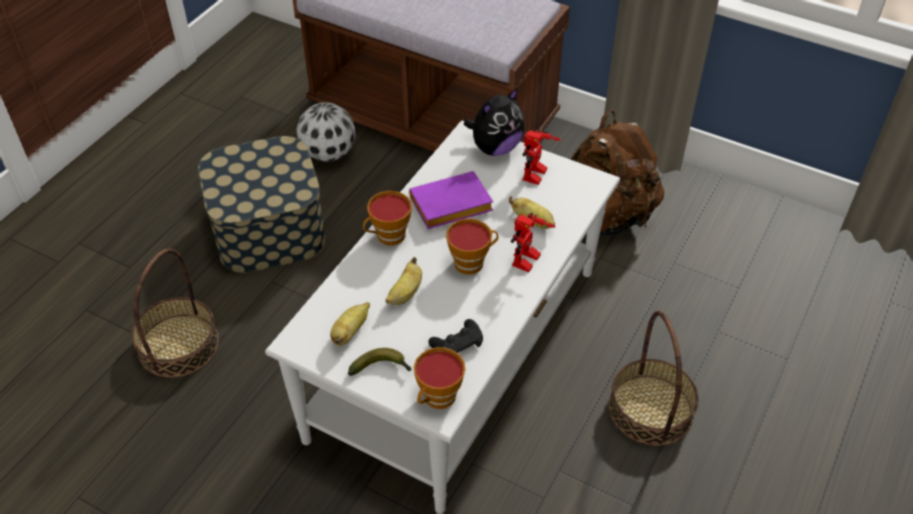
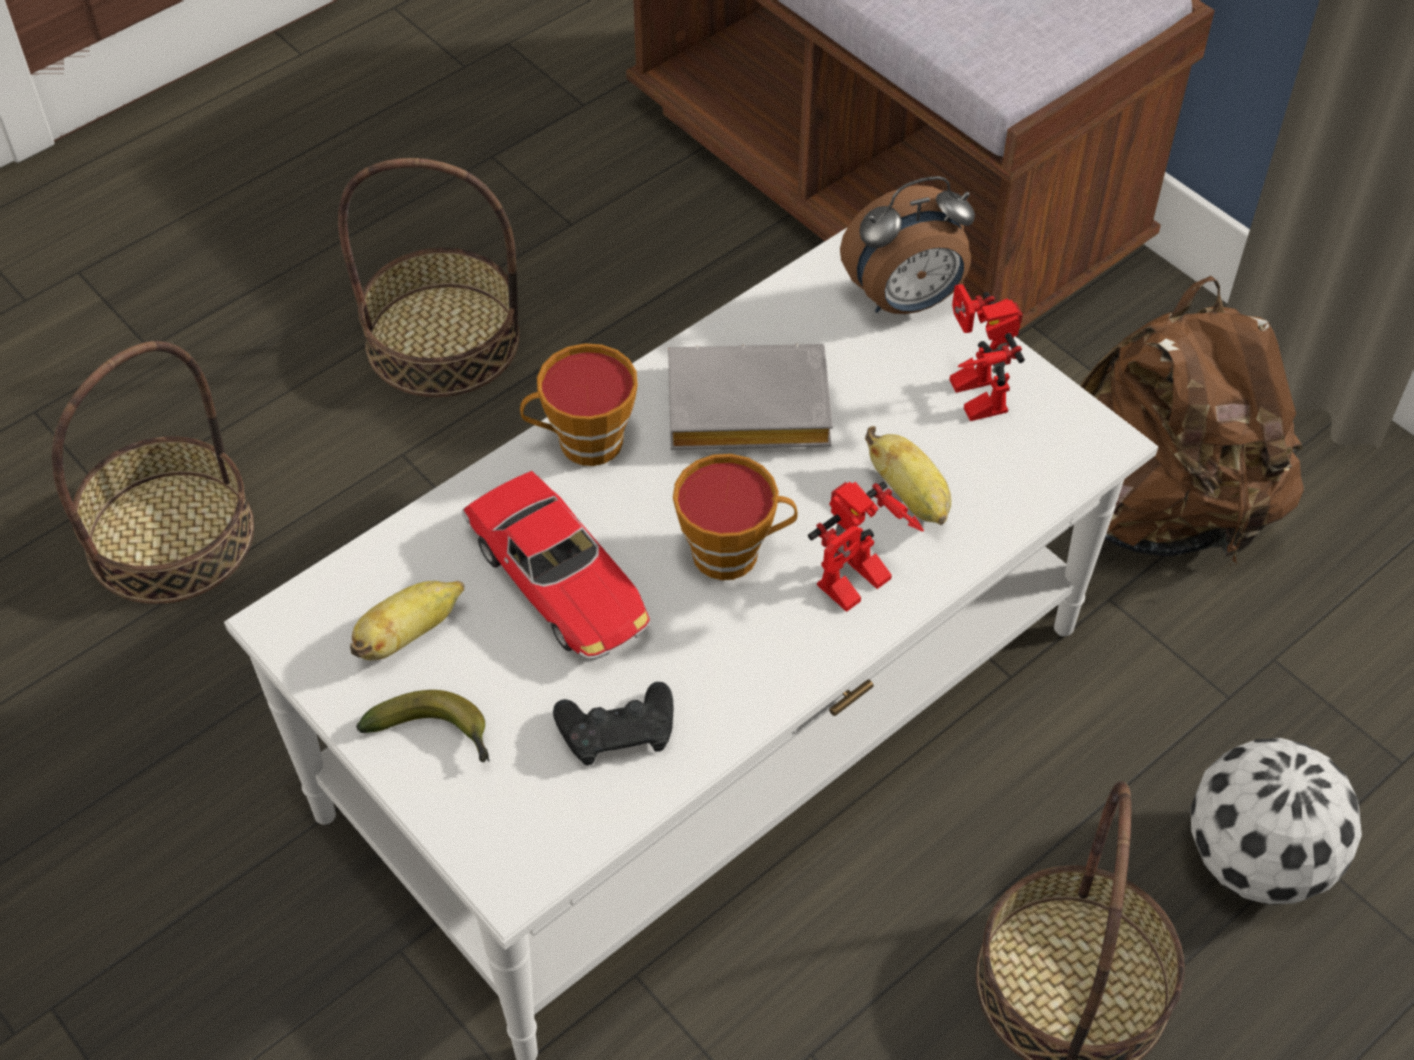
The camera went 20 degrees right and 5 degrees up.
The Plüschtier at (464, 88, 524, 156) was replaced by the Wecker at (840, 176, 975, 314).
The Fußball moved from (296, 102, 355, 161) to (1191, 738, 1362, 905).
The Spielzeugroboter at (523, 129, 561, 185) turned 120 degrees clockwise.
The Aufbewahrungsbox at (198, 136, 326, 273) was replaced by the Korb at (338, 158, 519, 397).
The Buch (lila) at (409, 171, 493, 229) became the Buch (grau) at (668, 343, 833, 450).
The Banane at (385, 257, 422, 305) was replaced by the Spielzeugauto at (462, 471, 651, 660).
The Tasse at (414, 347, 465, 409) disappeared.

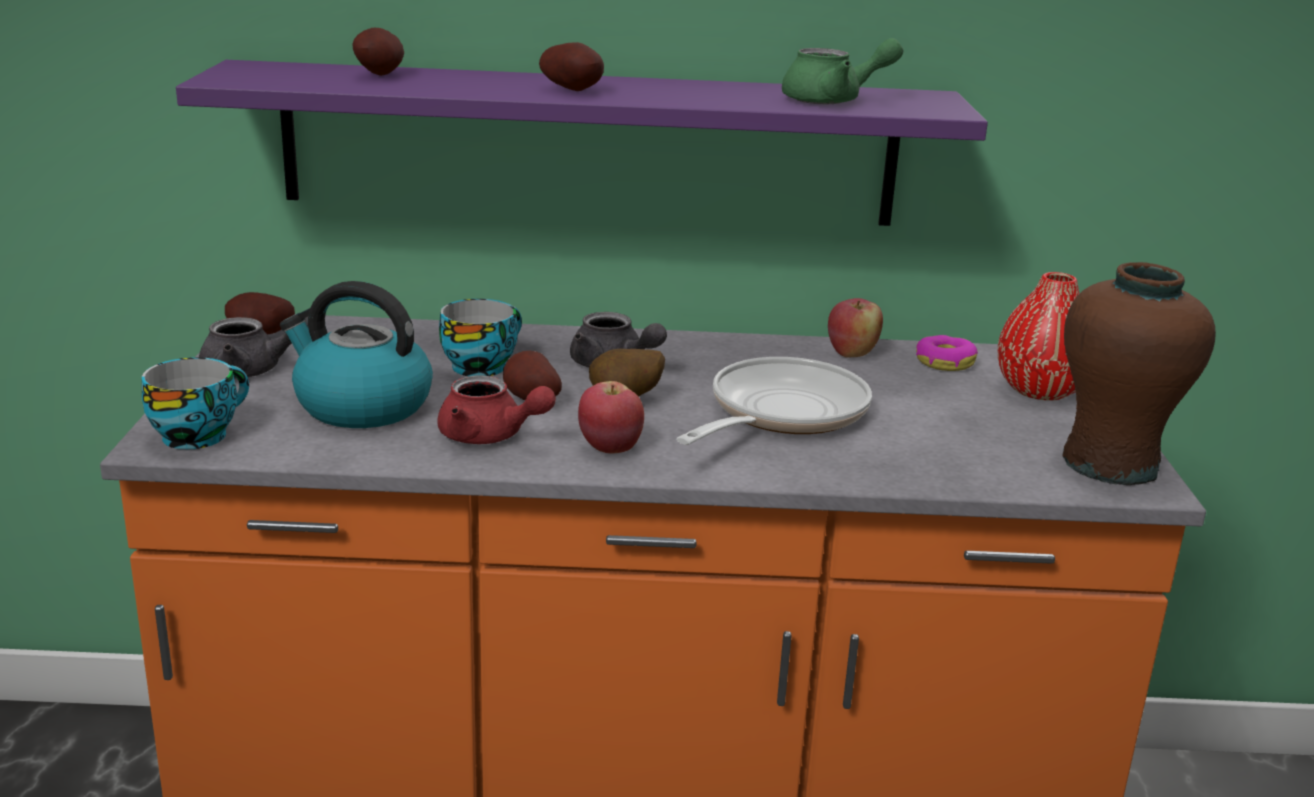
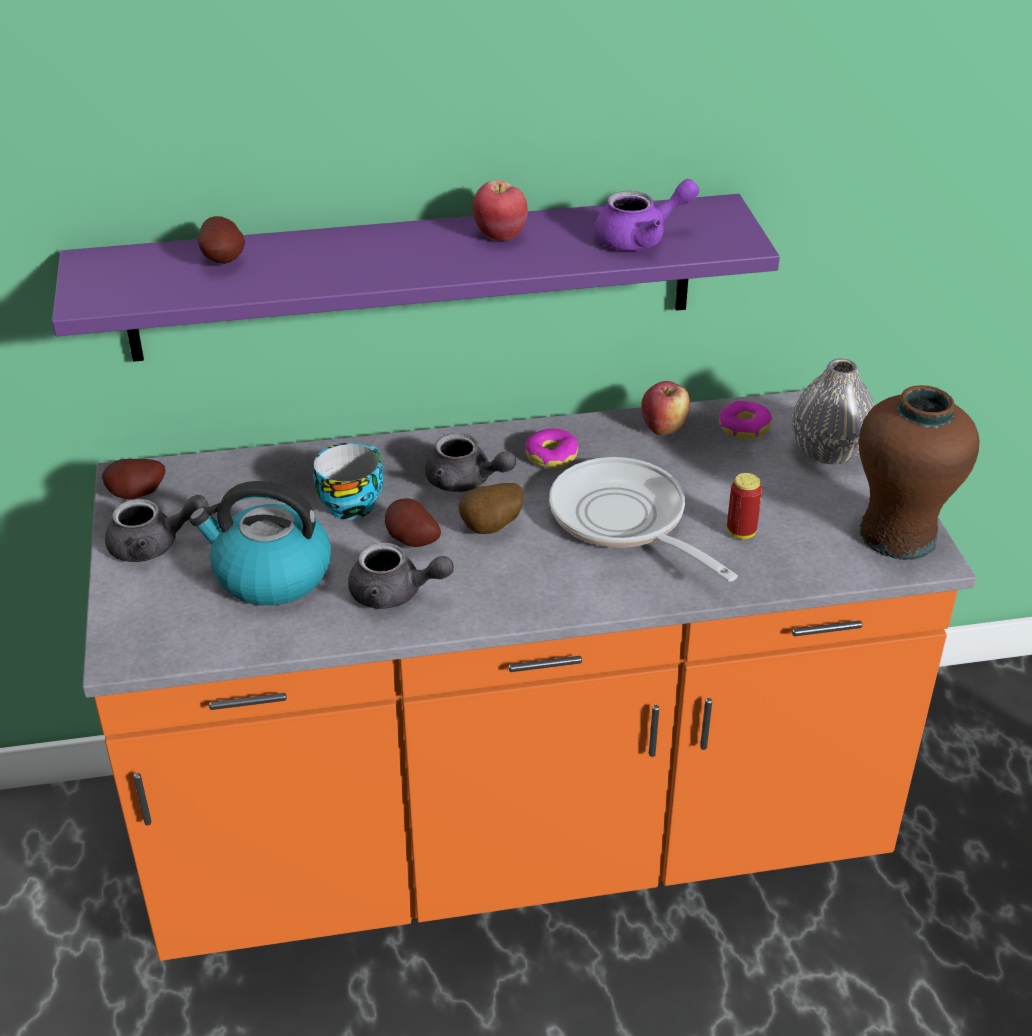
The camera went 10 degrees left and 15 degrees up.
The Teekanne (grün) at (782, 38, 903, 104) became the Teekanne (lila) at (594, 179, 699, 251).
The Kartoffel at (539, 42, 604, 91) disappeared.
The Vase (rot) at (998, 272, 1080, 401) became the Vase (grau) at (792, 358, 874, 464).
The Tasse at (142, 357, 249, 449) disappeared.
The Pfanne at (676, 357, 872, 445) turned 60 degrees counterclockwise.
The Teekanne (rot) at (437, 376, 556, 444) became the Teekanne (grau) at (348, 542, 454, 609).
The Apfel moved from (578, 381, 644, 454) to (473, 180, 528, 241).
The Donut at (525, 429, 578, 468) appeared.
The Dose at (727, 473, 762, 539) appeared.

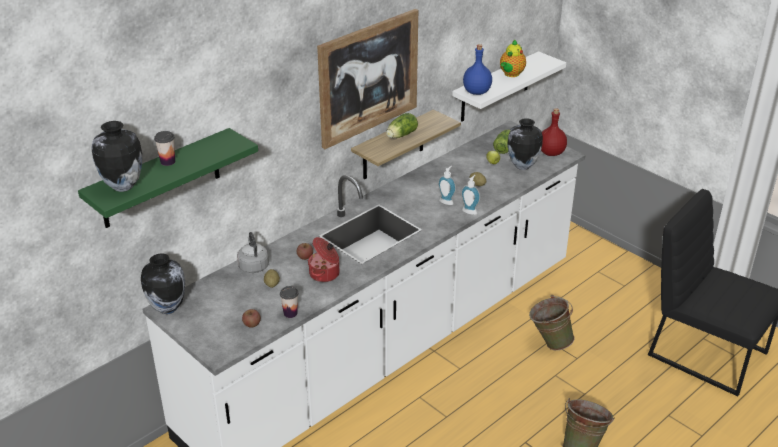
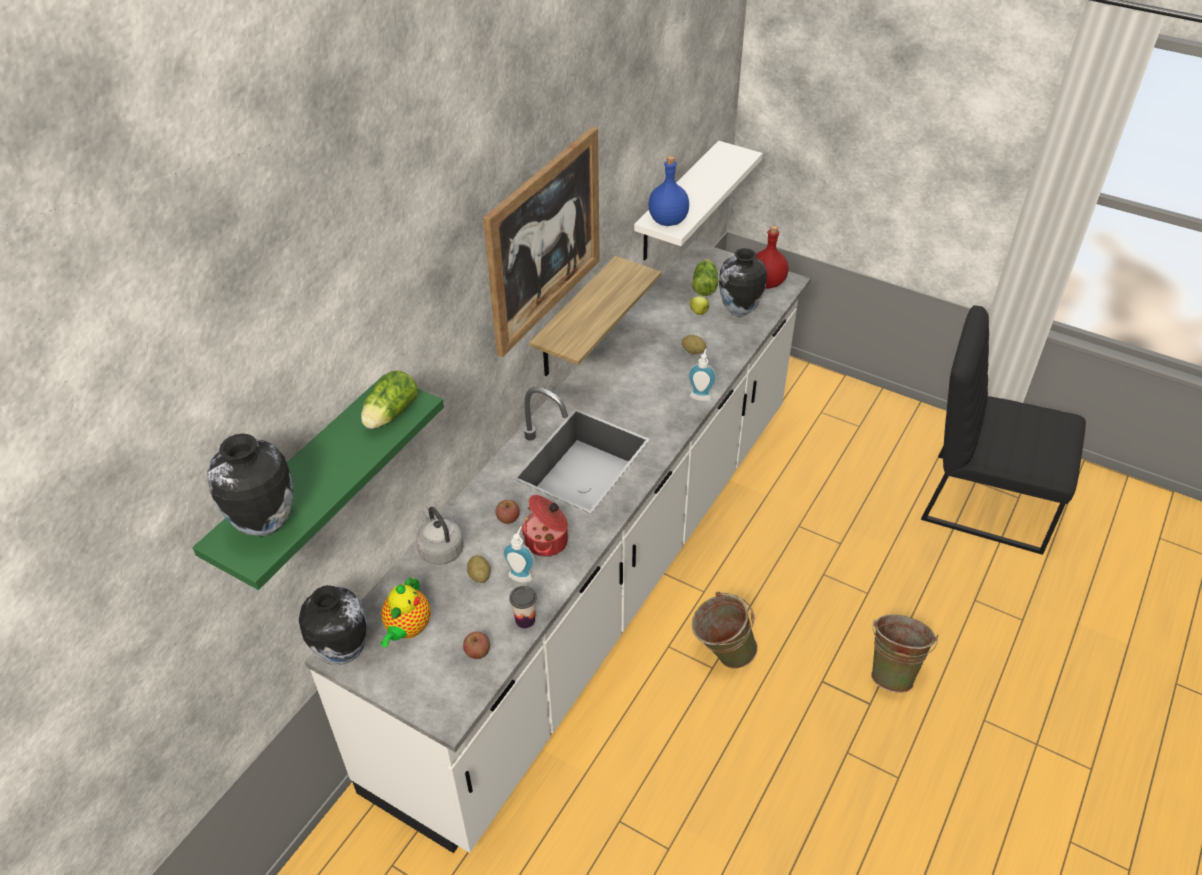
The camera went 15 degrees left and 10 degrees up.
The Teekanne moved from (500, 39, 526, 77) to (381, 576, 431, 647).
The Salatkopf moved from (386, 113, 418, 138) to (361, 371, 418, 429).
The Tasse at (154, 131, 175, 166) disappeared.
The Seifenspender moved from (438, 166, 456, 205) to (502, 526, 535, 583).
The Eimer (grün) moved from (529, 295, 574, 350) to (692, 592, 758, 669).

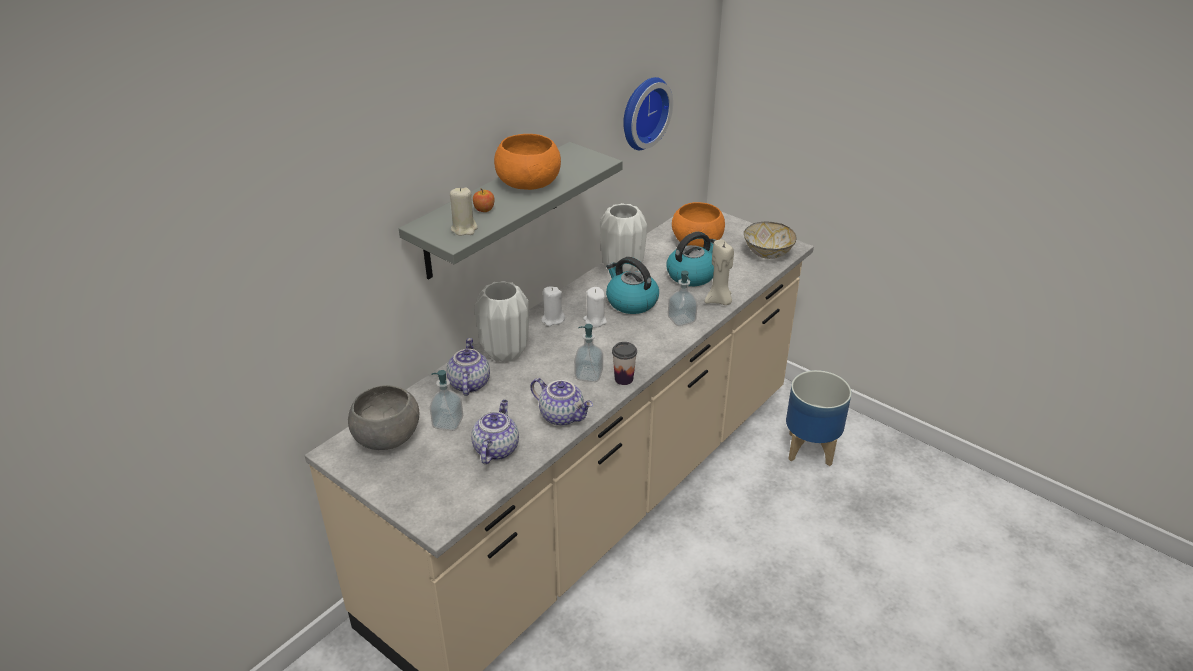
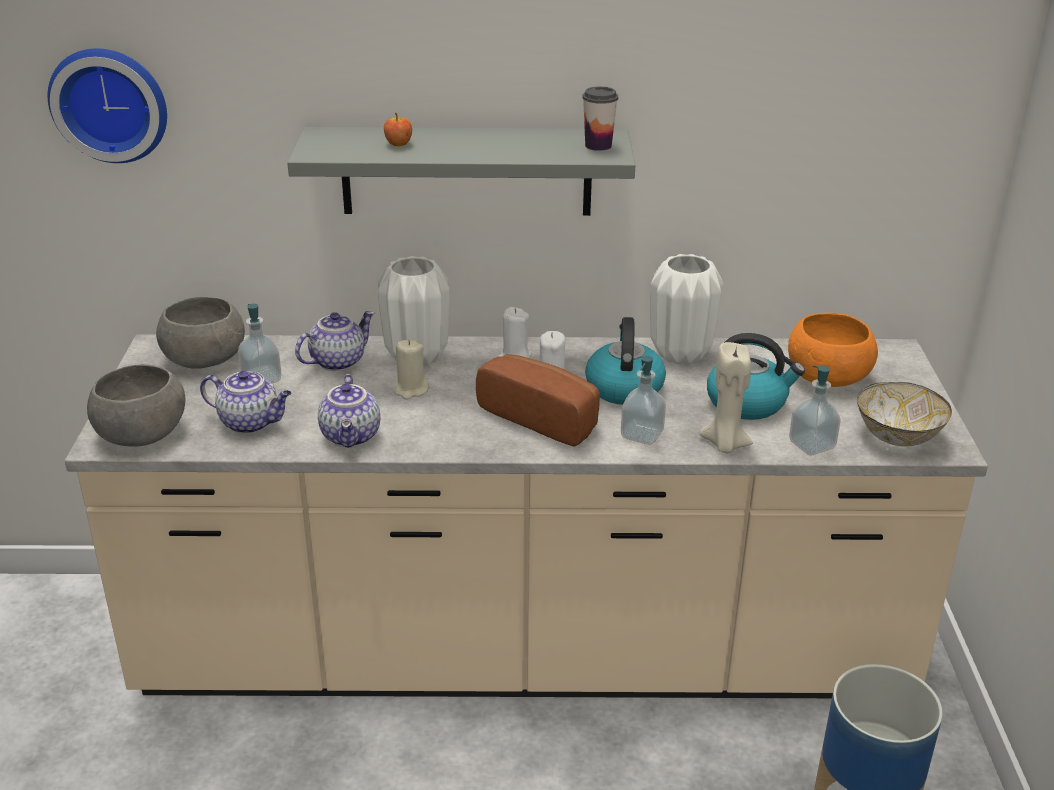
The camera went 50 degrees right and 5 degrees down.
The Wanduhr moved from (623, 77, 673, 150) to (48, 49, 167, 163).
The Schüssel (orange) at (494, 134, 561, 190) disappeared.
The Kerze (beige) moved from (450, 187, 478, 236) to (394, 340, 429, 400).
The Seifenspender moved from (574, 324, 603, 382) to (789, 366, 841, 455).
The Tasse moved from (612, 342, 637, 385) to (582, 86, 618, 151).
The Teekanne at (471, 400, 519, 464) turned 45 degrees clockwise.
The Brot at (476, 354, 600, 447) appeared.
The Schüssel (grau) at (87, 364, 185, 447) appeared.

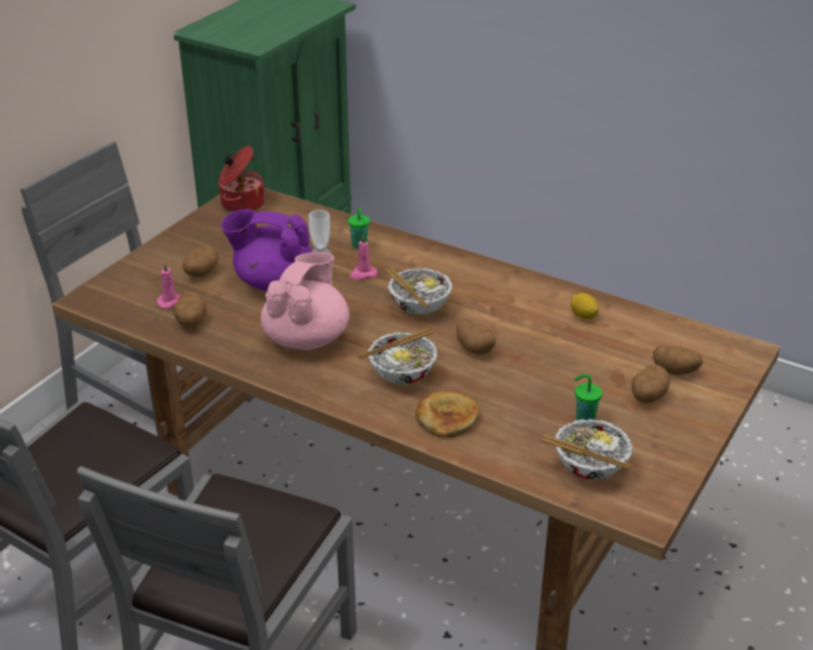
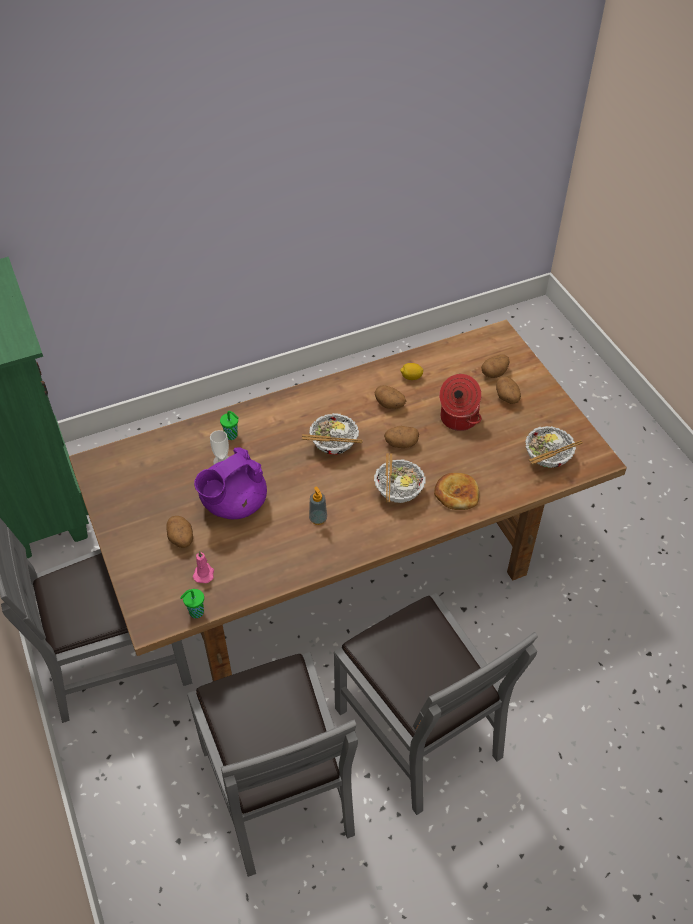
The camera went 55 degrees left and 15 degrees up.
The Kochtopf moved from (219, 146, 265, 212) to (439, 374, 482, 431).
The Kerze (rosa) at (349, 235, 377, 280) disappeared.
The Teekanne (rosa) at (261, 252, 349, 350) was replaced by the Seifenspender at (309, 487, 327, 525).
The Kartoffel moved from (173, 291, 206, 327) to (375, 385, 406, 409).
The Tasse (grün) moved from (574, 374, 602, 420) to (180, 589, 204, 618).

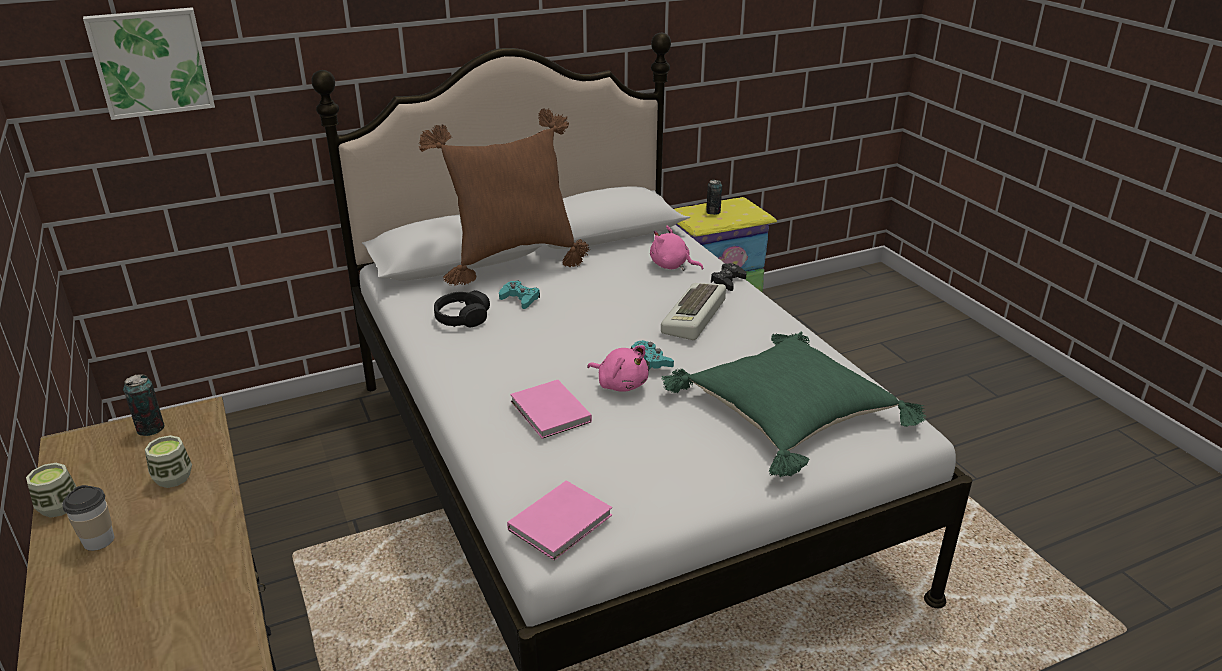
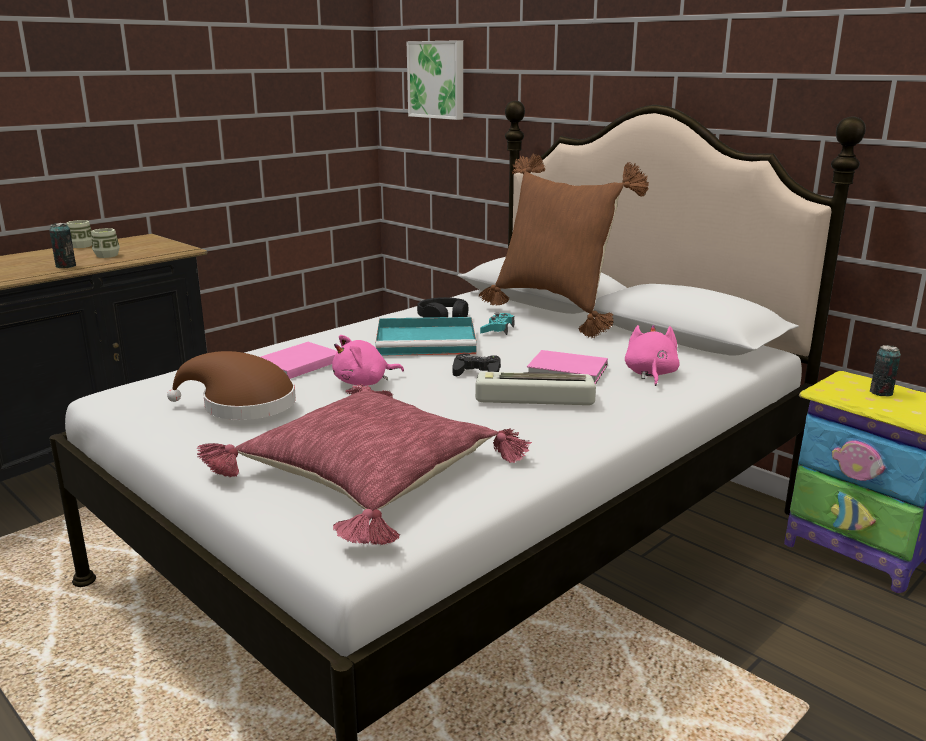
The camera went 70 degrees right and 10 degrees down.
The Gamepad (schwarz) moved from (711, 263, 746, 291) to (453, 353, 501, 376).
The Kissen (grün) at (661, 331, 926, 477) became the Kissen (rot) at (197, 384, 532, 545).
The Gamepad (türkis) at (631, 340, 674, 370) disappeared.
The Plüschtier (rosa) at (587, 345, 649, 392) turned 45 degrees clockwise.
The Dose moved from (123, 374, 164, 436) to (49, 223, 76, 268).
The Buch (rosa) moved from (507, 480, 612, 560) to (527, 350, 608, 384).
The Tasse at (62, 485, 114, 551) disappeared.
The Tablett (türkis) at (376, 317, 476, 356) appeared.
The Hut (braun) at (167, 351, 296, 420) appeared.

